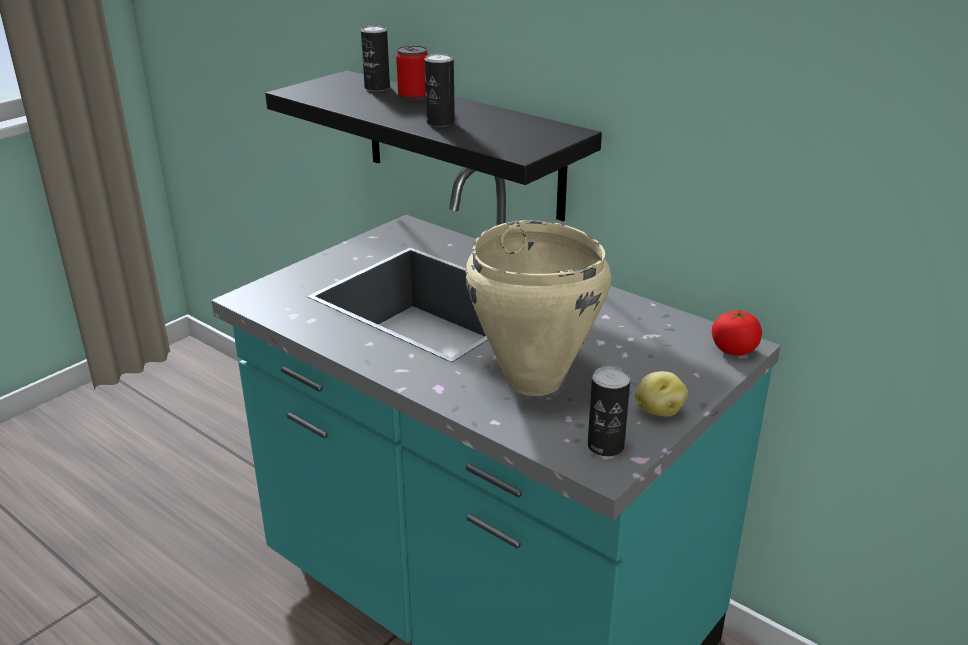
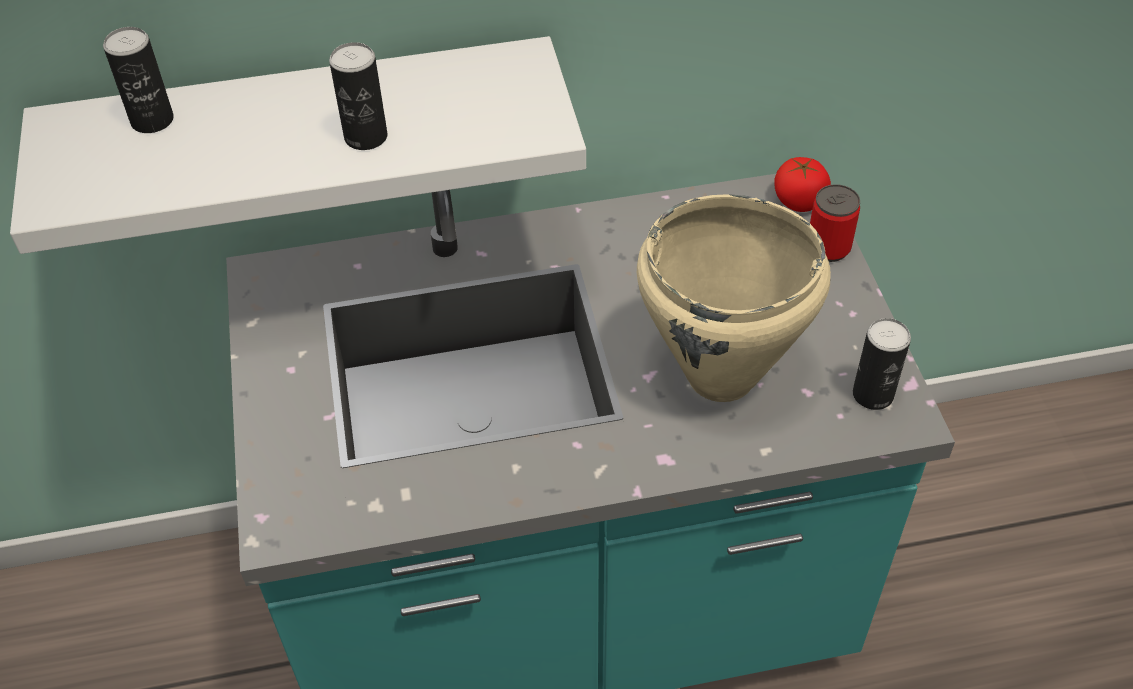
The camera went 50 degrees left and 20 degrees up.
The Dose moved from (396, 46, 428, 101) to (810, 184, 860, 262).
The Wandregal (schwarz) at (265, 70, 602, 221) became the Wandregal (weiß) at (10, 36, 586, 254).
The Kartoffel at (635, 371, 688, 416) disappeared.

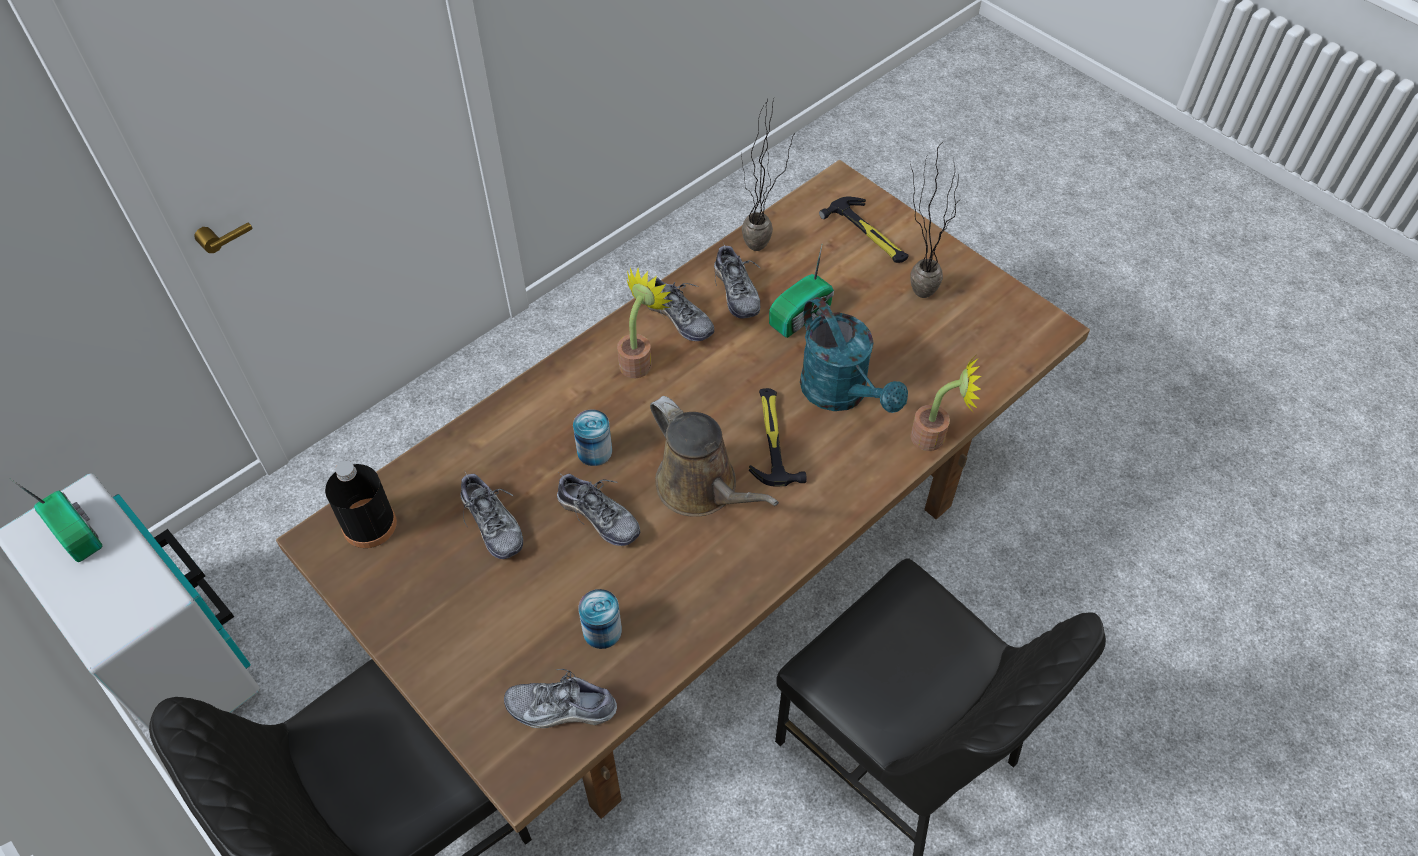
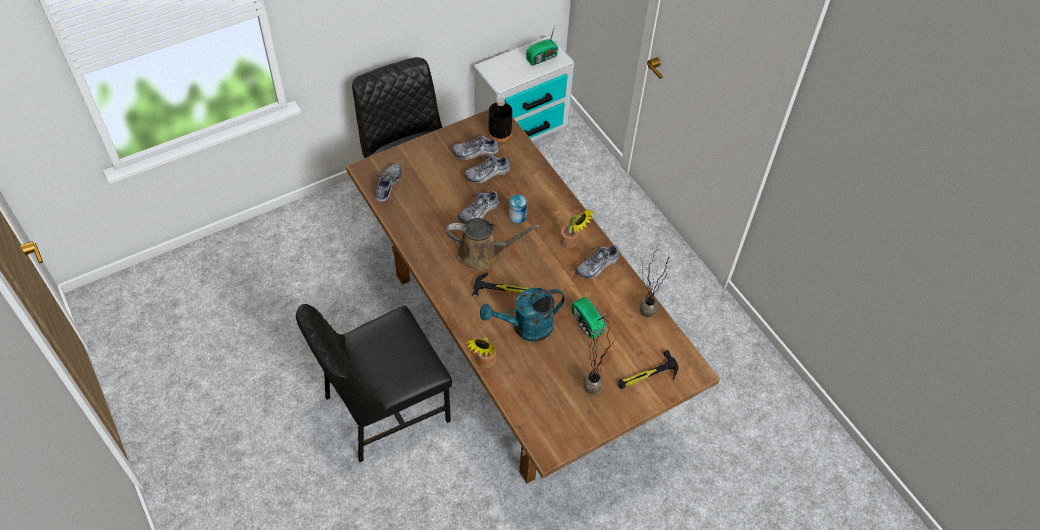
The camera went 100 degrees right and 0 degrees up.
The Schuh moved from (714, 242, 761, 319) to (452, 133, 499, 160).
The Gießkanne (braun) at (650, 396, 779, 517) turned 150 degrees counterclockwise.
The Dose at (578, 589, 622, 649) disappeared.

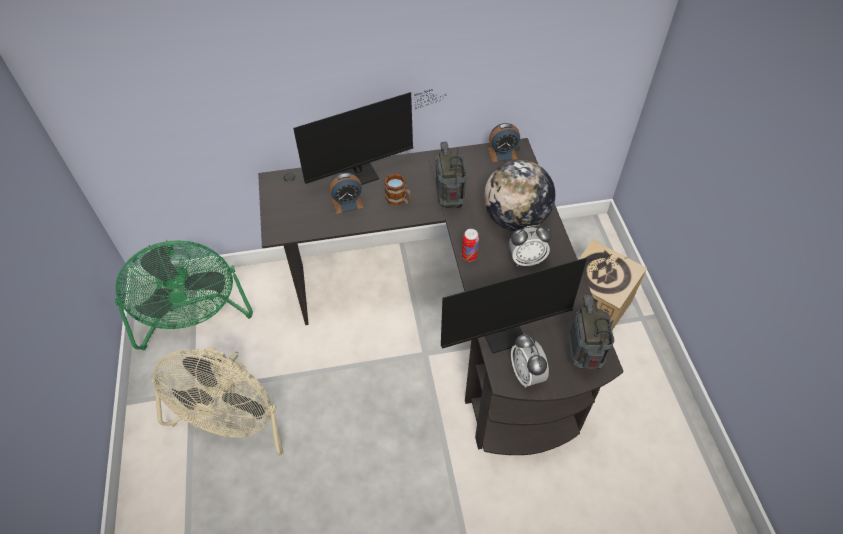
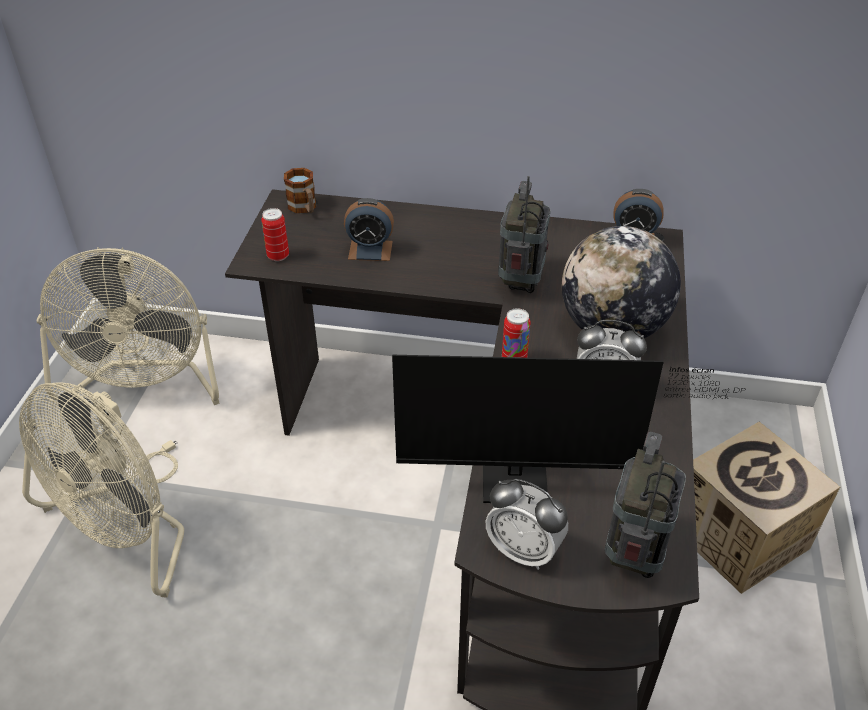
The camera went 20 degrees right and 10 degrees down.
The Monitor at (293, 89, 446, 185) disappeared.
The Henkelbecher moved from (384, 174, 412, 206) to (284, 168, 316, 213).
The Ventilator (grün) at (115, 240, 253, 350) became the Ventilator (beige) at (37, 247, 219, 405).
The Wecker at (511, 333, 549, 388) turned 60 degrees counterclockwise.
The Dose at (261, 208, 289, 261) appeared.

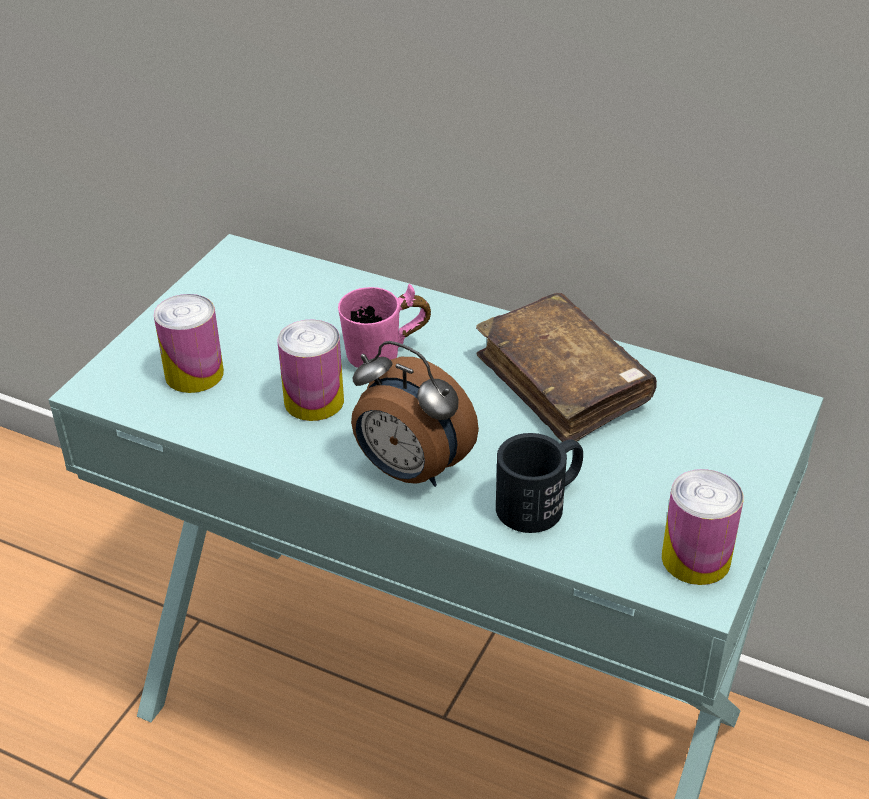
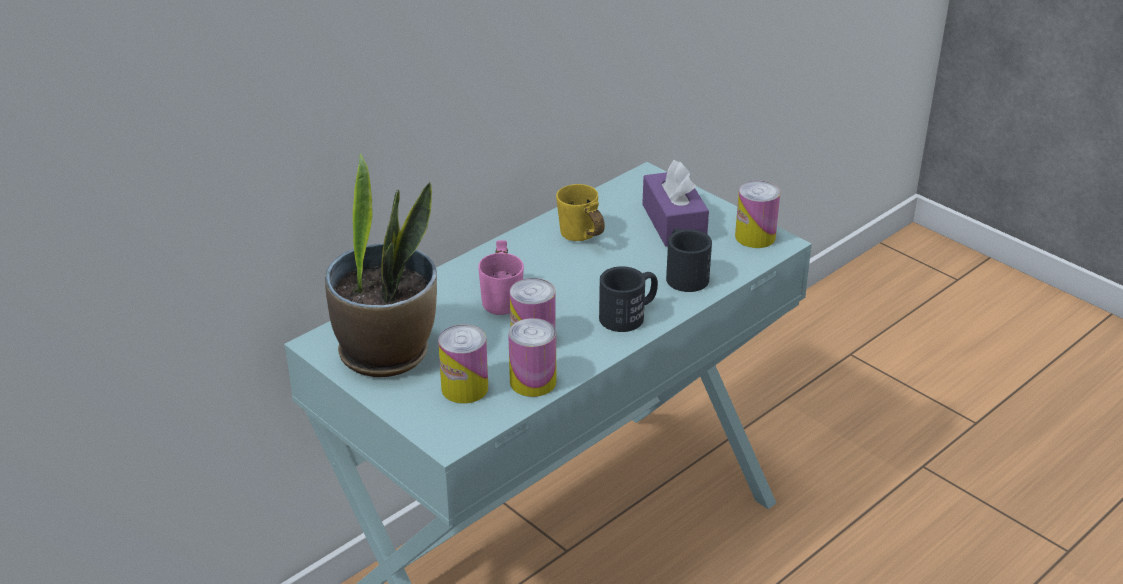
The camera went 70 degrees left and 5 degrees down.
The Buch (braun) at (476, 293, 657, 442) was replaced by the Henkelbecher (gelb) at (556, 184, 605, 241).
The Wecker at (351, 341, 479, 487) was replaced by the Henkelbecher (schwarz) at (599, 266, 658, 332).
The Topfpflanze at (325, 154, 437, 377) appeared.
The Taschentuchbox (lila) at (642, 160, 709, 246) appeared.
The Dose at (508, 318, 556, 397) appeared.

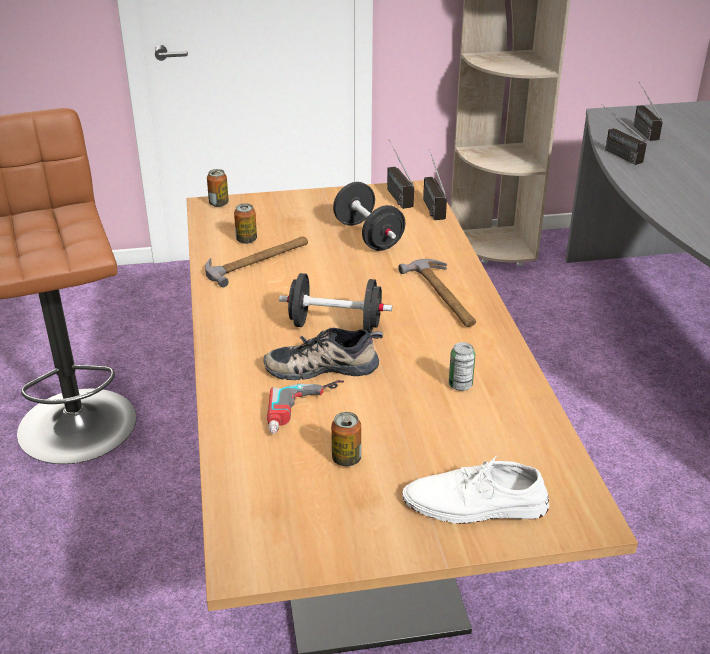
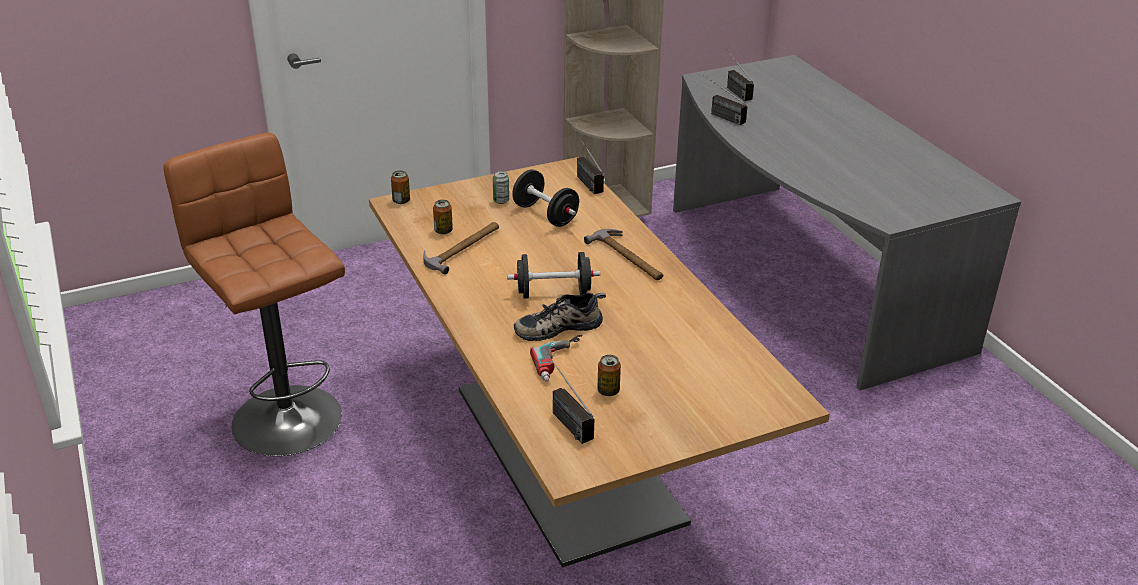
The camera went 15 degrees left and 0 degrees up.
The Radio moved from (387, 140, 414, 209) to (547, 354, 594, 444).
The Dose moved from (449, 342, 475, 391) to (493, 171, 509, 204).
The Schuh (weiß) at (402, 456, 549, 524) disappeared.

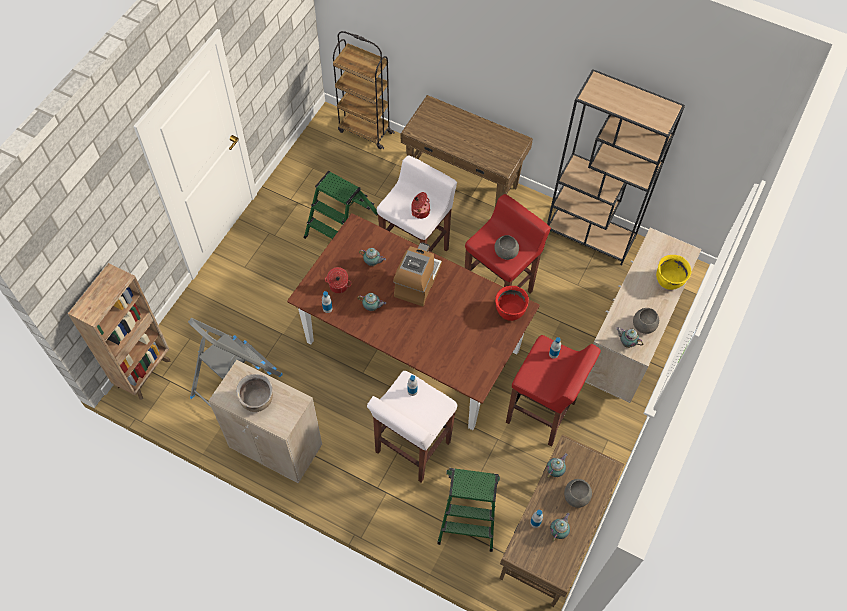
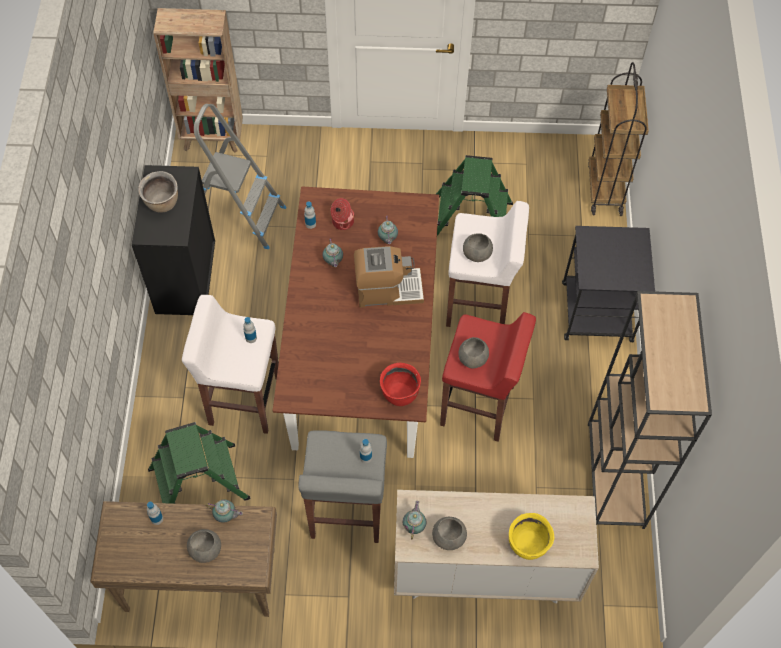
The camera went 65 degrees right and 0 degrees up.
The Konsolentisch (braun) at (401, 95, 533, 206) was replaced by the Rollwagen (schwarz) at (562, 226, 655, 342).
The Kochtopf at (412, 192, 430, 219) was replaced by the Schüssel (grau) at (463, 233, 493, 262).
The Hocker (rot) at (506, 335, 601, 447) became the Hocker (grau) at (298, 430, 387, 543).
The Schrank (beige) at (209, 360, 322, 483) became the Schrank (schwarz) at (132, 165, 215, 315).
The Teekanne at (550, 513, 570, 542) disappeared.

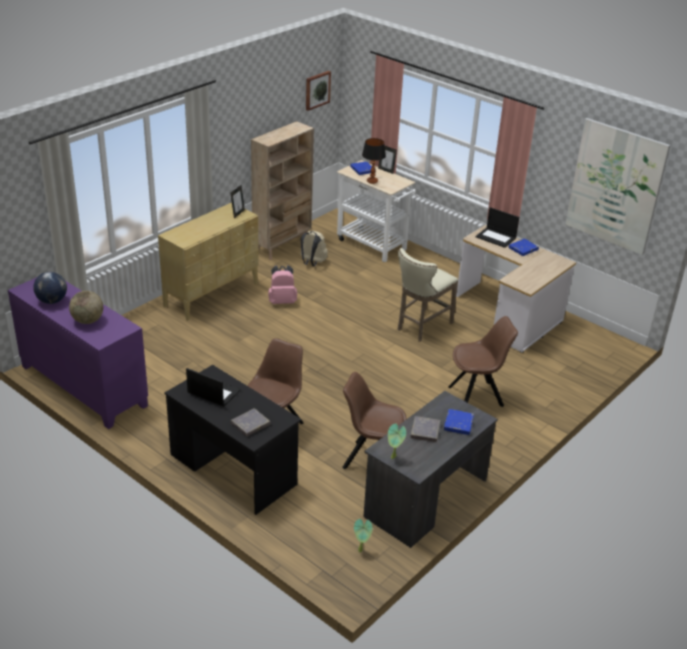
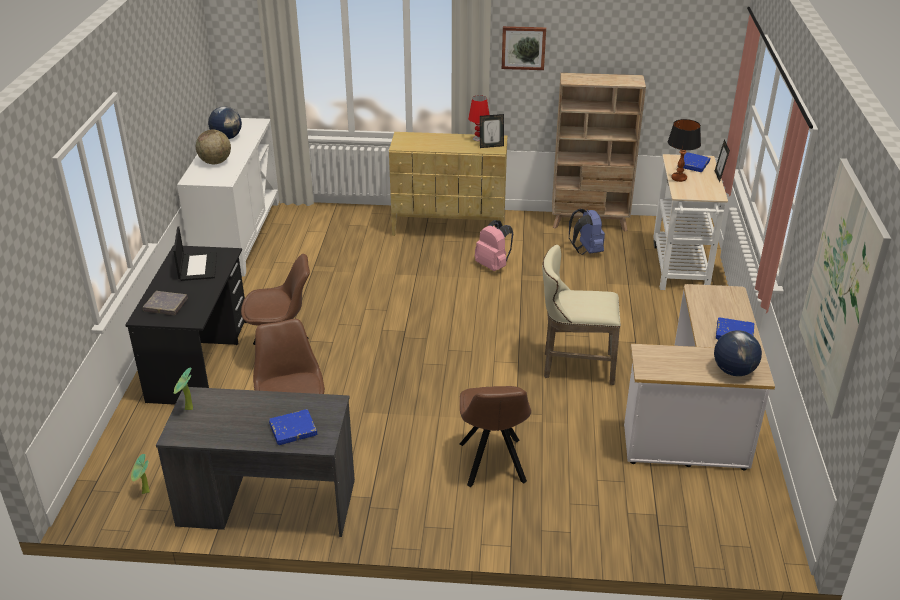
The camera went 55 degrees right and 0 degrees up.
The Bild moved from (306, 71, 331, 111) to (502, 26, 546, 70).
The Laptop at (476, 207, 519, 248) disappeared.
The Rucksack (beige) at (301, 231, 328, 267) became the Rucksack (blau) at (569, 209, 605, 255).
The Schrank (lila) at (8, 271, 148, 429) became the Schrank (weiß) at (177, 118, 279, 277).
The Stuhl (braun) at (448, 316, 518, 407) turned 45 degrees clockwise.
The Buch (grau) at (410, 416, 440, 442) disappeared.
The Tischlampe (rot) at (468, 95, 489, 141) appeared.
The Globus at (714, 330, 762, 376) appeared.

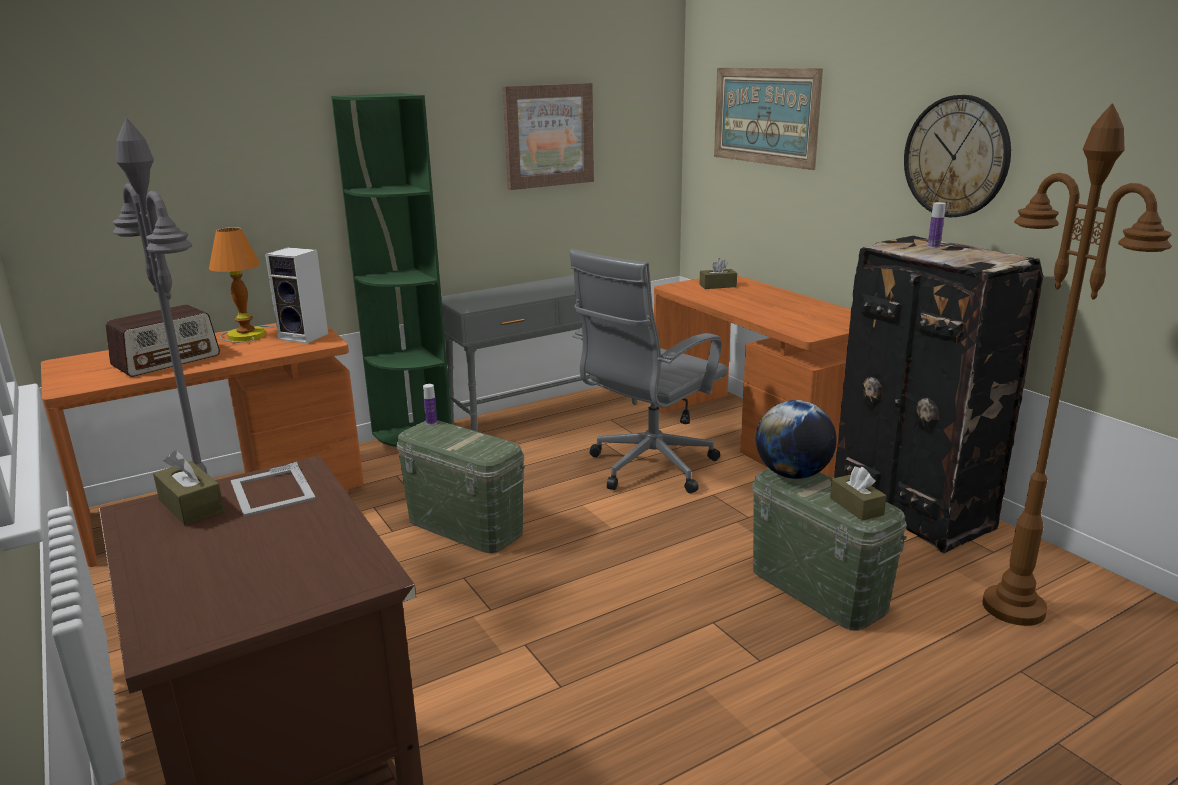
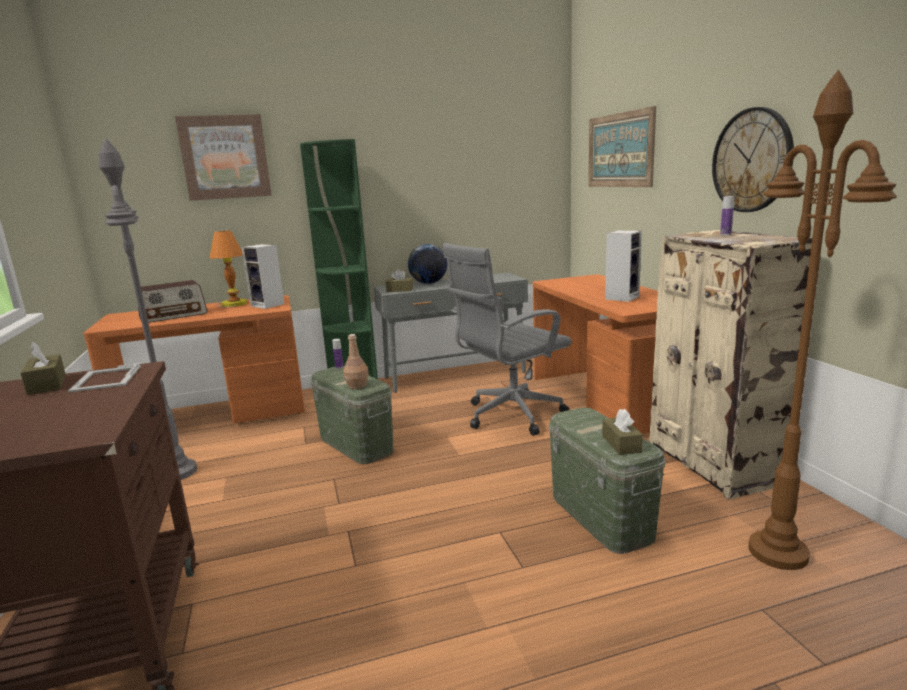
The camera went 15 degrees right and 5 degrees down.
The Bild moved from (502, 83, 594, 190) to (175, 114, 272, 201).
The Schrank (schwarz) at (834, 236, 1043, 553) became the Schrank (beige) at (649, 230, 821, 500).
The Taschentuchbox (braun) moved from (700, 258, 737, 289) to (386, 269, 413, 292).
The Globus moved from (756, 400, 837, 479) to (408, 244, 447, 284).
The Lautsprecher at (605, 230, 642, 302) appeared.
The Flasche (braun) at (343, 334, 369, 389) appeared.

